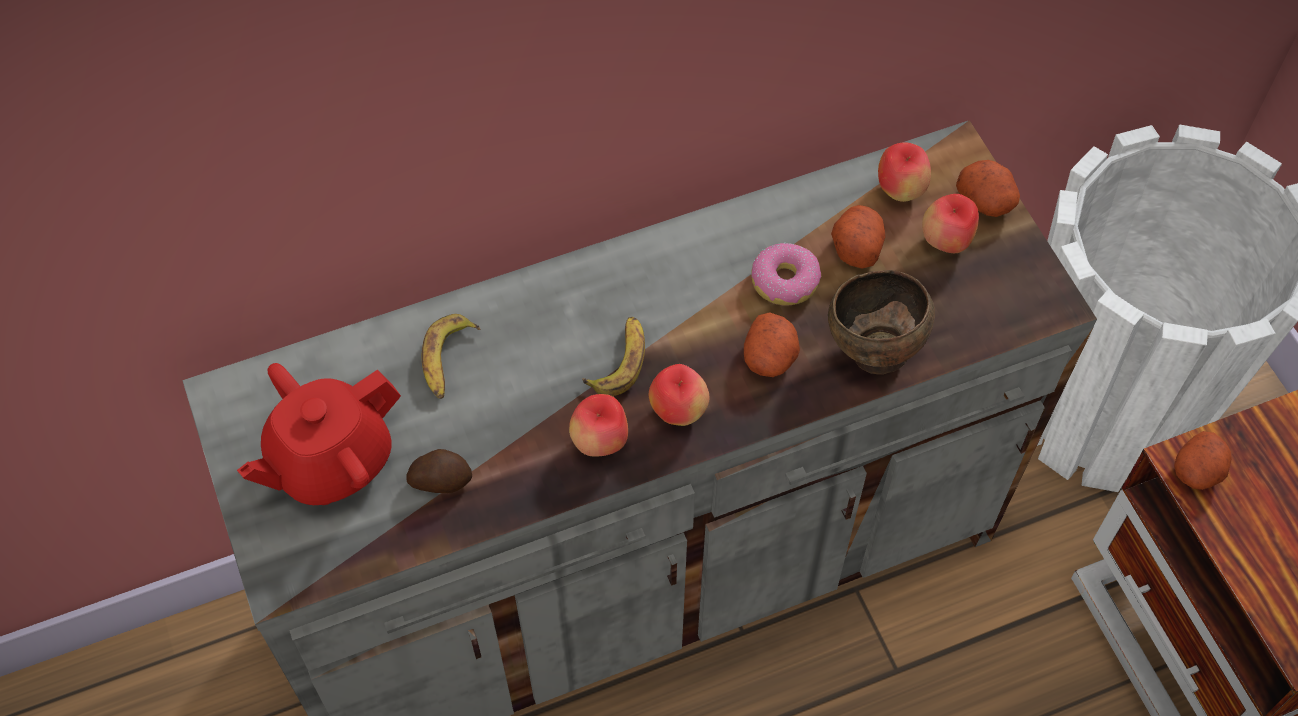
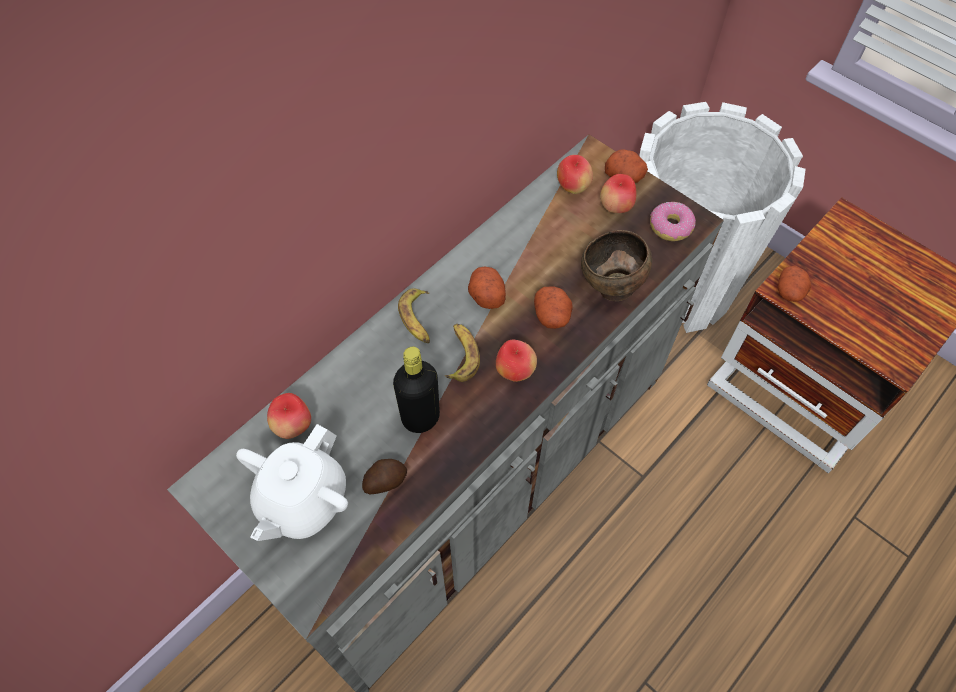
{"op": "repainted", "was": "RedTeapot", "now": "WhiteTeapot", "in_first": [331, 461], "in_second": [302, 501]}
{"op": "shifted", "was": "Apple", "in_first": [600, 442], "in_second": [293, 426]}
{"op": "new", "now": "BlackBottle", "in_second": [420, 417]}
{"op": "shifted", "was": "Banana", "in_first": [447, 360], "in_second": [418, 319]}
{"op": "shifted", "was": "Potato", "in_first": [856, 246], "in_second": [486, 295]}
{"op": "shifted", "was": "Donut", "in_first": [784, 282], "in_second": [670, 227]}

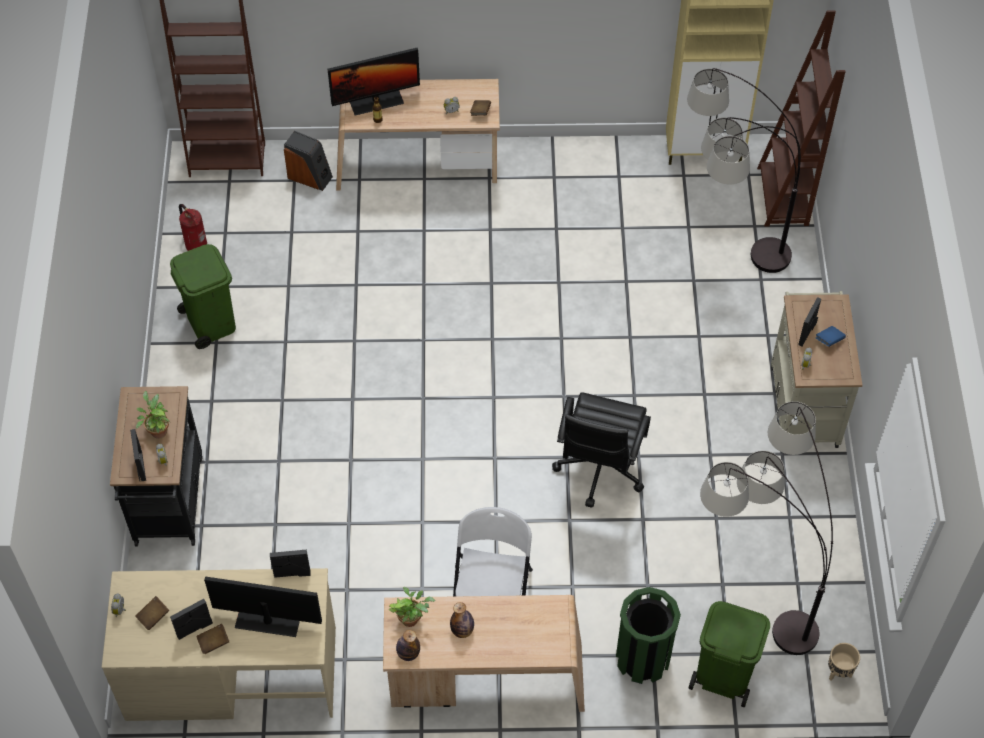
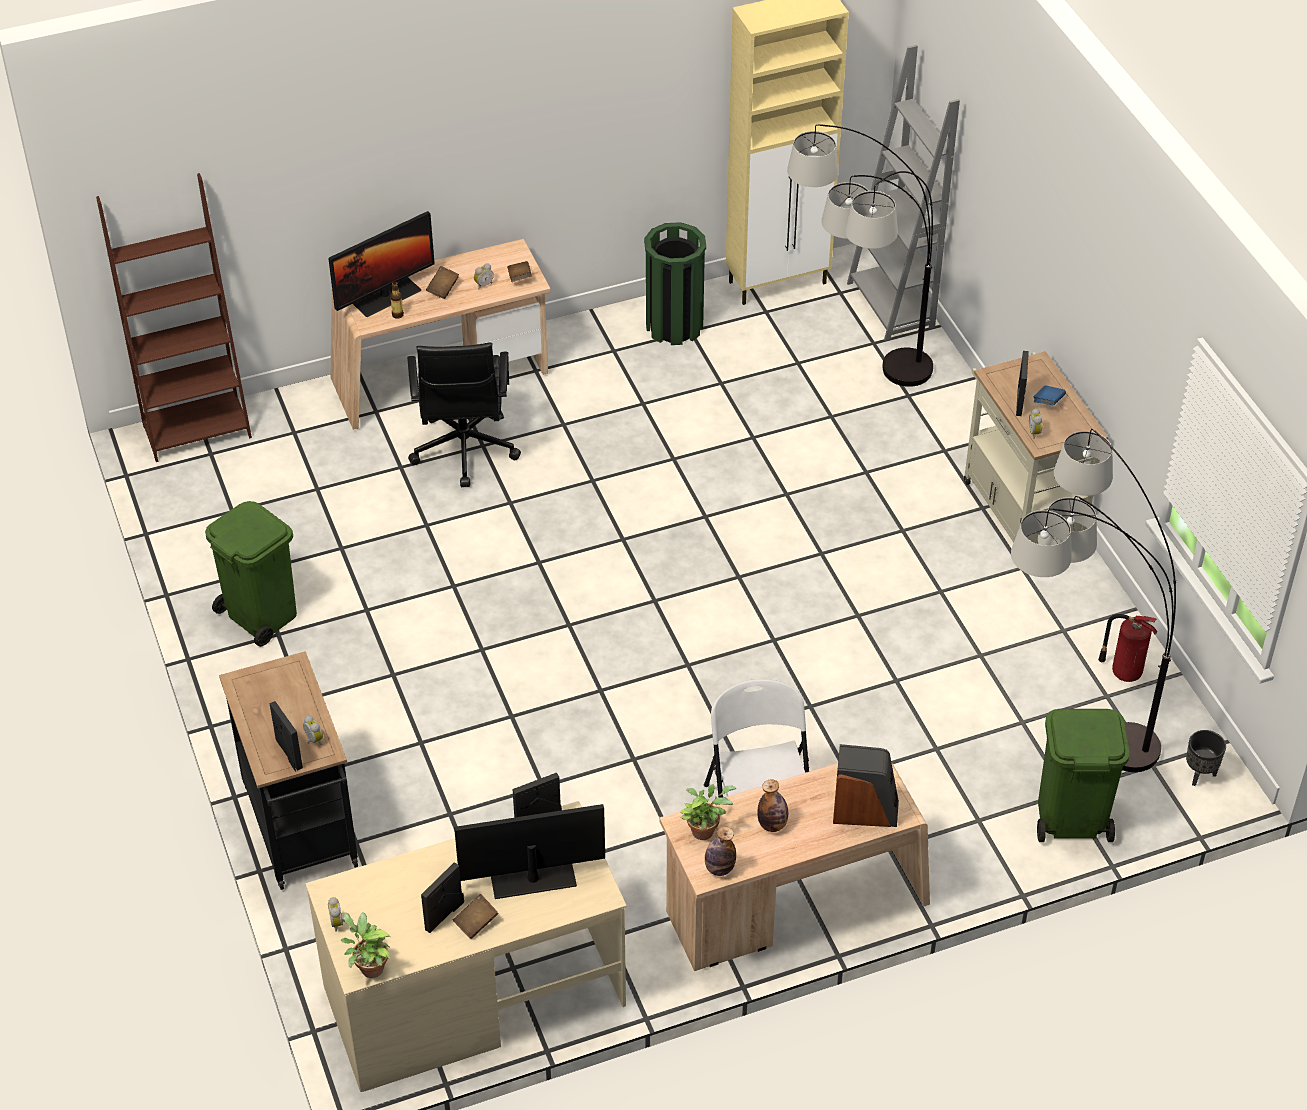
{"op": "shifted", "was": "PottedPlant", "in_first": [157, 430], "in_second": [369, 967]}
{"op": "shifted", "was": "BlackOfficeChair", "in_first": [599, 472], "in_second": [464, 453]}
{"op": "shifted", "was": "BrownBook", "in_first": [153, 616], "in_second": [443, 289]}
{"op": "shifted", "was": "GreenTrashCan", "in_first": [642, 658], "in_second": [674, 326]}
{"op": "shifted", "was": "Speaker", "in_first": [310, 176], "in_second": [865, 810]}
{"op": "repainted", "was": "BrownBookcase", "now": "GreyBookcase", "in_first": [783, 196], "in_second": [891, 305]}
{"op": "shifted", "was": "FireExtinguisher", "in_first": [196, 245], "in_second": [1124, 671]}
{"op": "repainted", "was": "BeigePlanter", "now": "BlackPlanter", "in_first": [838, 672], "in_second": [1199, 775]}

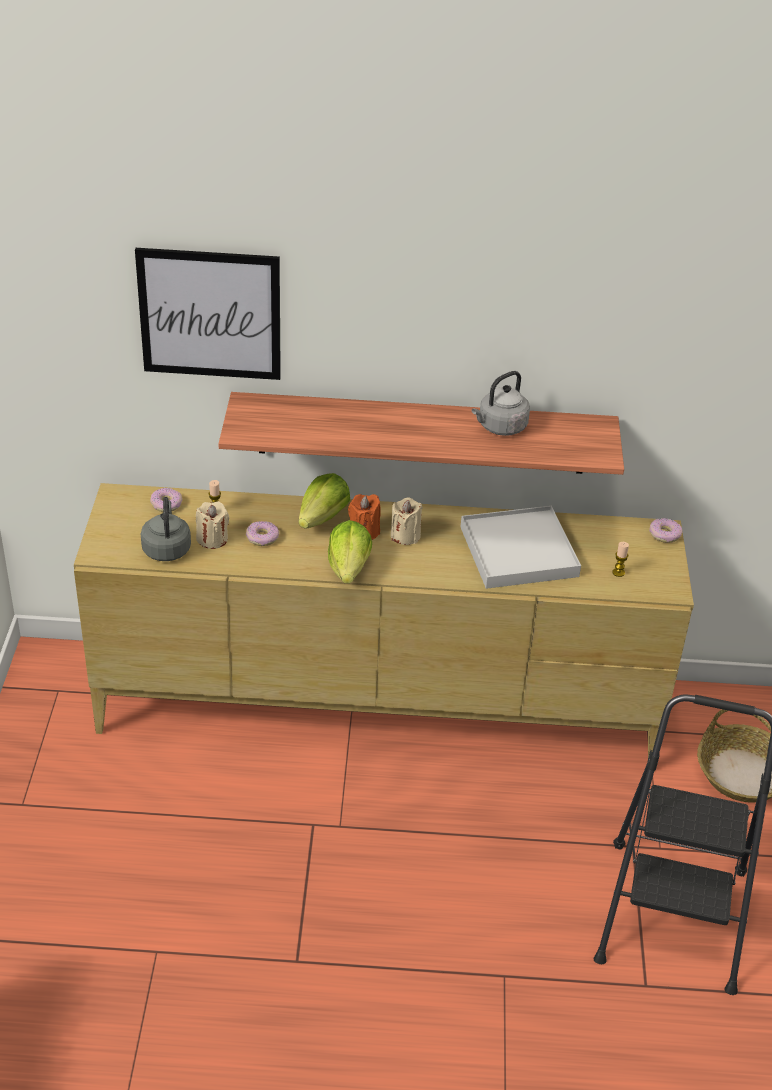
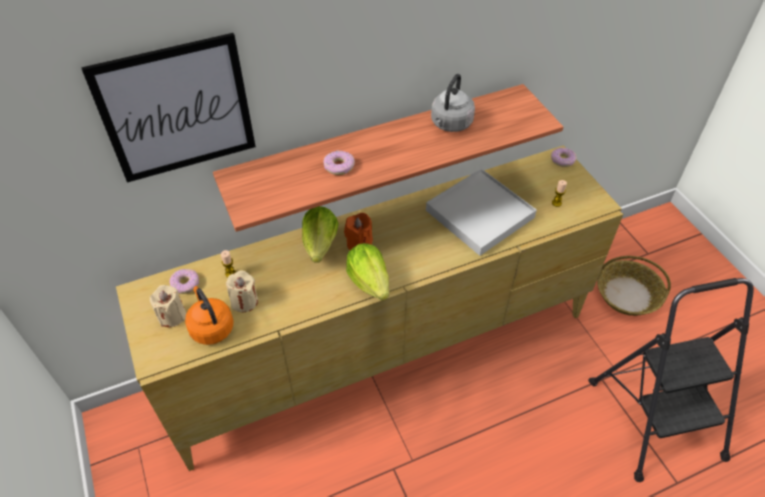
{"op": "shifted", "was": "BeigeCandle", "in_first": [405, 536], "in_second": [172, 316]}
{"op": "repainted", "was": "GreyKettle", "now": "OrangeKettle", "in_first": [166, 548], "in_second": [211, 327]}
{"op": "shifted", "was": "Donut", "in_first": [262, 538], "in_second": [339, 167]}

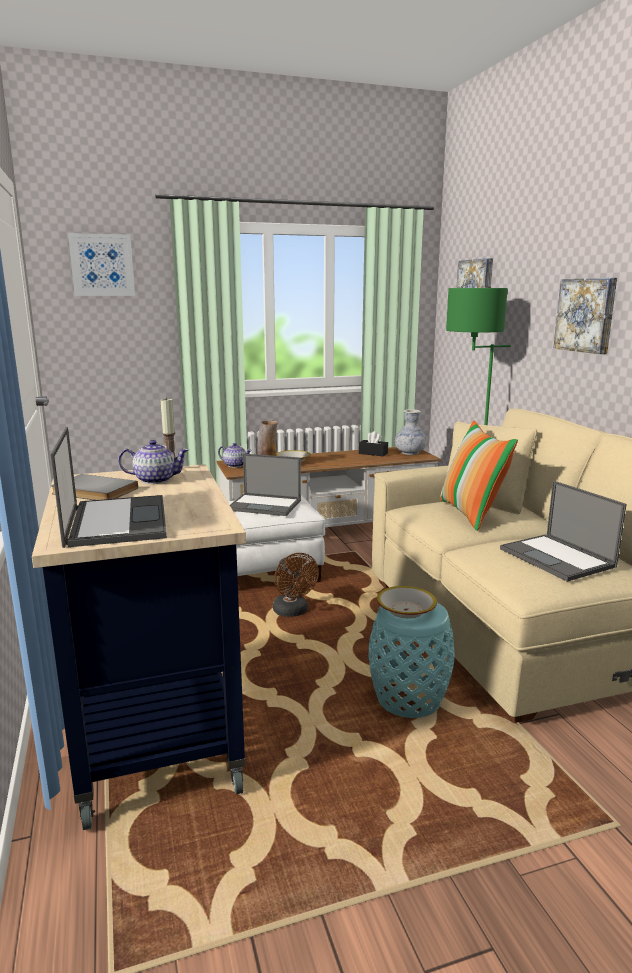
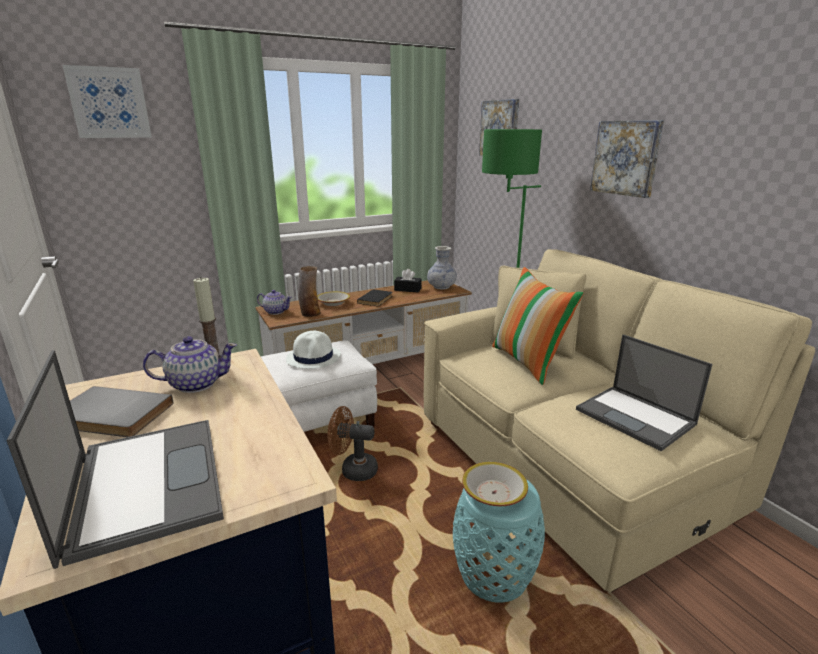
{"op": "swapped", "was": "Laptop", "now": "WhiteHat", "in_first": [265, 505], "in_second": [314, 357]}
{"op": "rotated", "was": "BrownFan", "in_first": [293, 612], "in_second": [353, 470], "clockwise": 135}
{"op": "new", "now": "BlackBook", "in_second": [376, 299]}

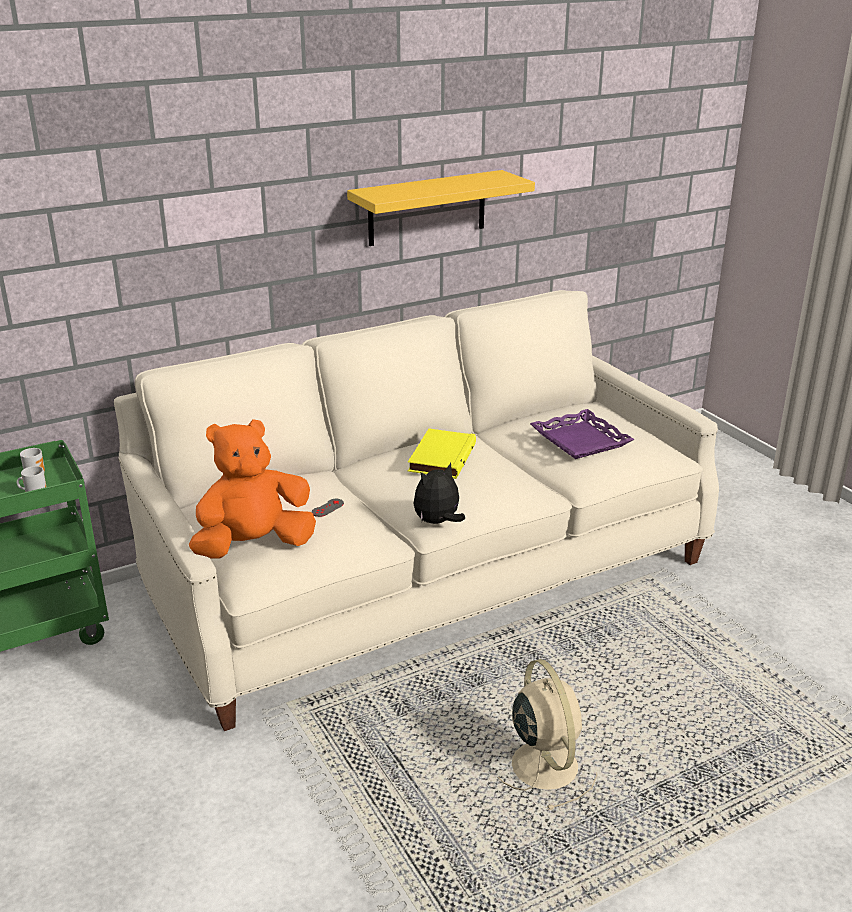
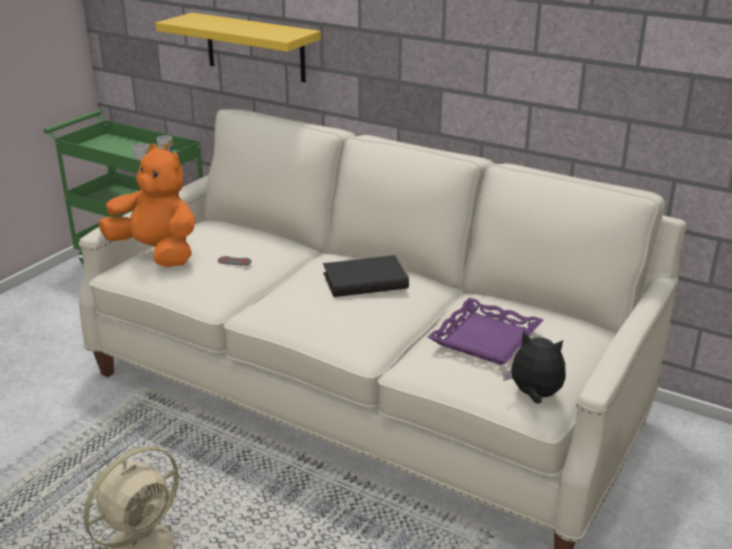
{"op": "shifted", "was": "YellowShelf", "in_first": [427, 208], "in_second": [255, 47]}
{"op": "repainted", "was": "YellowBook", "now": "BlackBook", "in_first": [440, 457], "in_second": [365, 280]}
{"op": "shifted", "was": "PlushToy", "in_first": [438, 522], "in_second": [534, 396]}

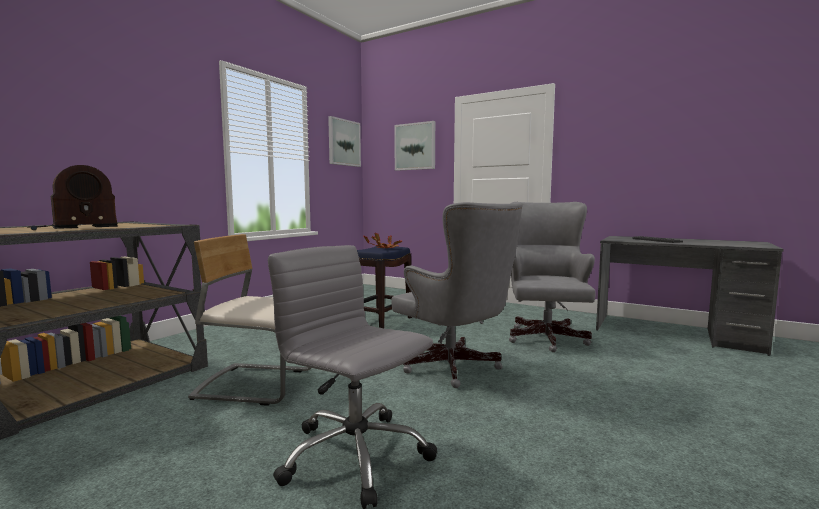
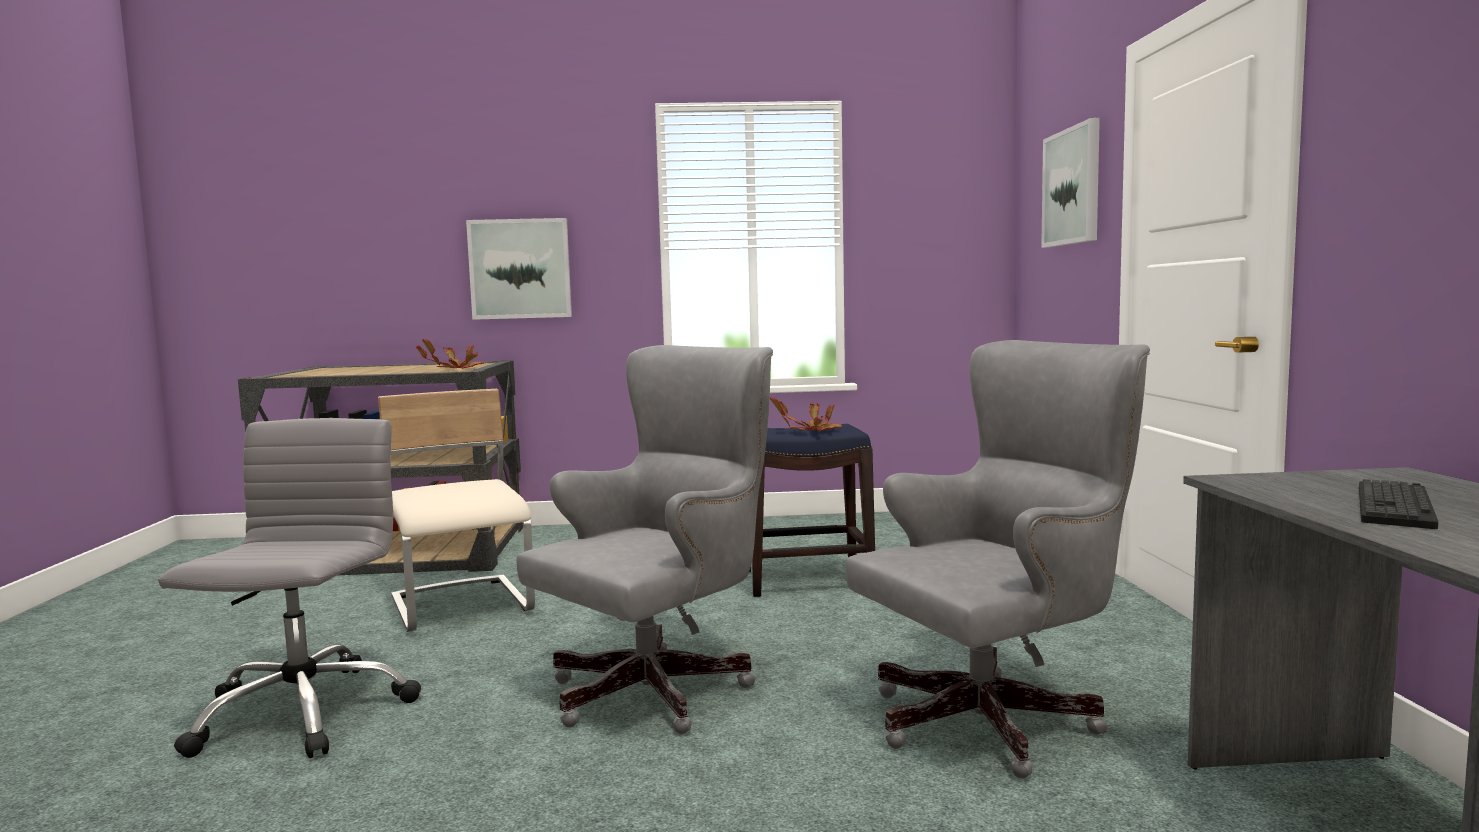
{"op": "new", "now": "PottedPlant", "in_second": [455, 368]}
{"op": "shifted", "was": "Picture", "in_first": [344, 142], "in_second": [520, 269]}
{"op": "rotated", "was": "GreyOfficeChair", "in_first": [455, 369], "in_second": [659, 688], "clockwise": -150}
{"op": "gone", "was": "Radio", "in_first": [73, 228]}

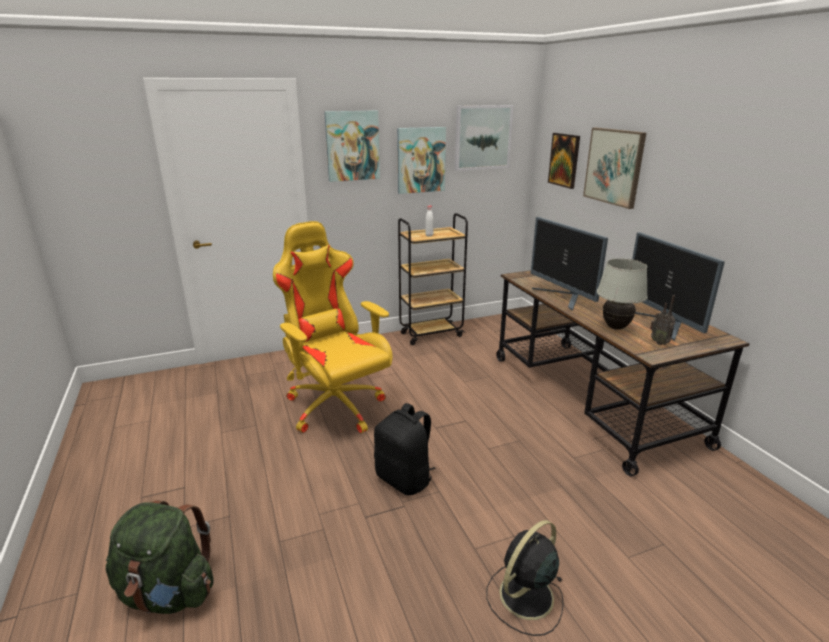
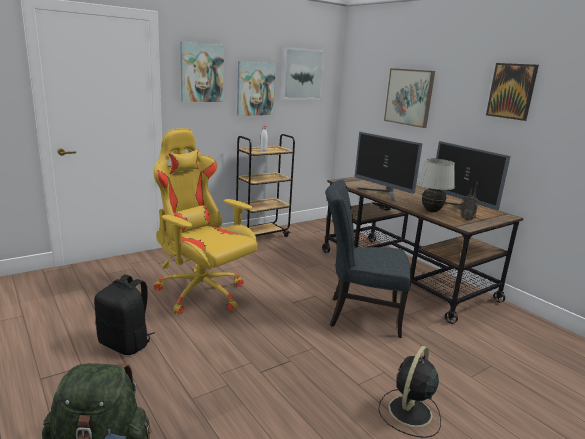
{"op": "shifted", "was": "BlackBackpack", "in_first": [405, 479], "in_second": [126, 344]}
{"op": "new", "now": "GreyChair", "in_second": [359, 315]}
{"op": "shifted", "was": "Picture", "in_first": [564, 160], "in_second": [511, 91]}

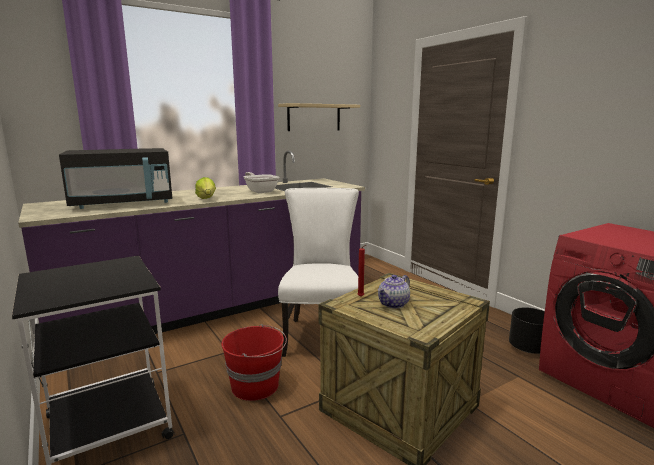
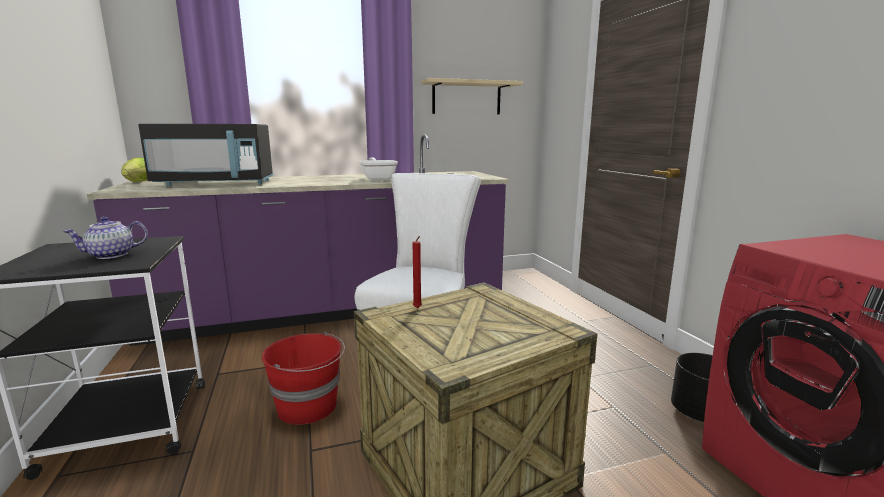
{"op": "shifted", "was": "Teapot", "in_first": [393, 304], "in_second": [111, 255]}
{"op": "shifted", "was": "Lettuce", "in_first": [206, 199], "in_second": [139, 182]}

